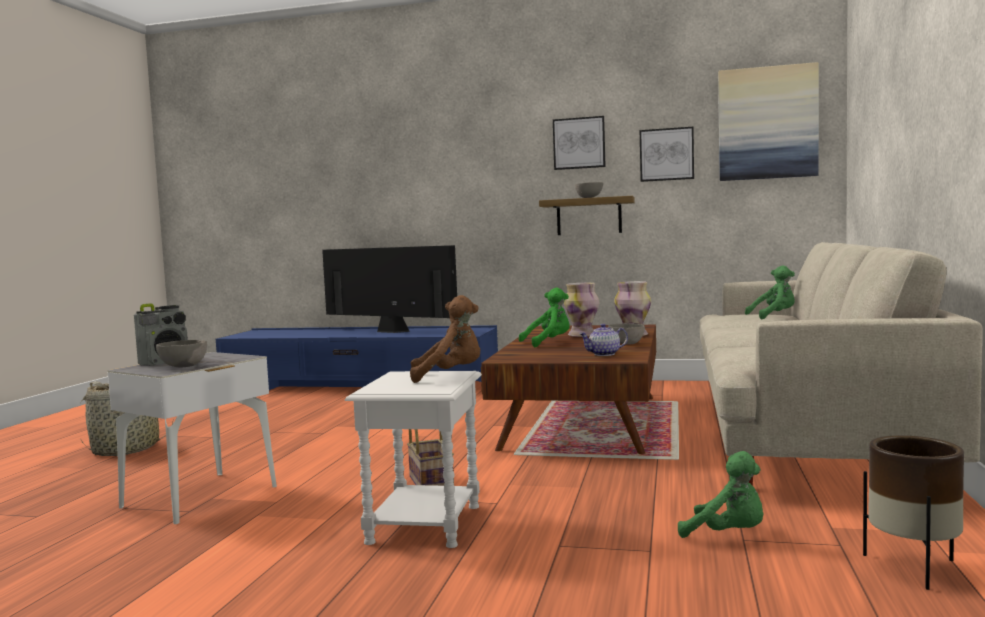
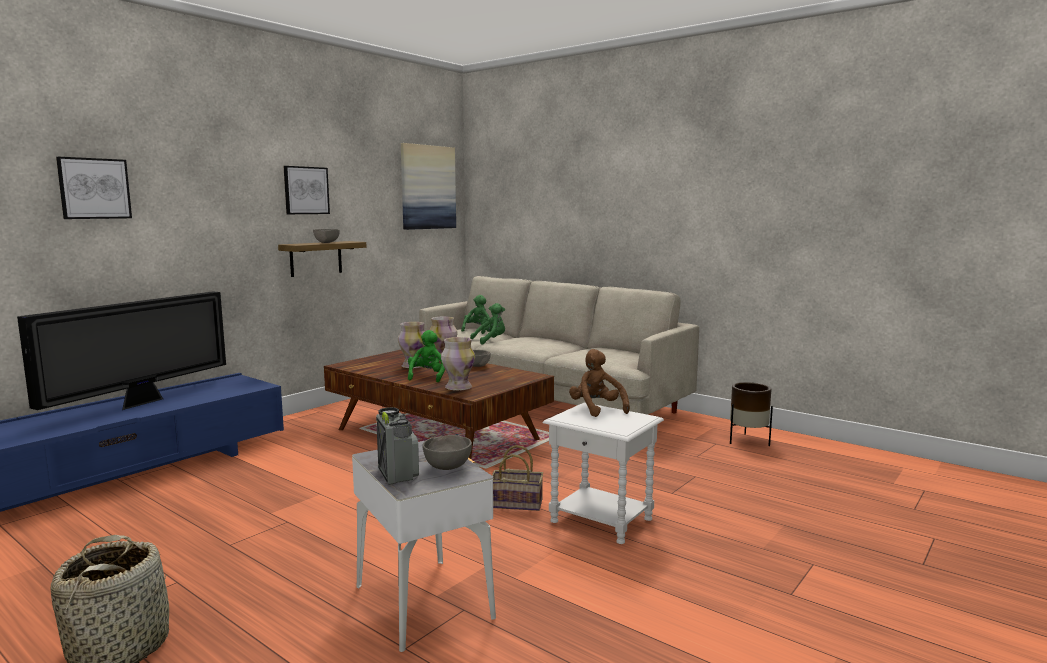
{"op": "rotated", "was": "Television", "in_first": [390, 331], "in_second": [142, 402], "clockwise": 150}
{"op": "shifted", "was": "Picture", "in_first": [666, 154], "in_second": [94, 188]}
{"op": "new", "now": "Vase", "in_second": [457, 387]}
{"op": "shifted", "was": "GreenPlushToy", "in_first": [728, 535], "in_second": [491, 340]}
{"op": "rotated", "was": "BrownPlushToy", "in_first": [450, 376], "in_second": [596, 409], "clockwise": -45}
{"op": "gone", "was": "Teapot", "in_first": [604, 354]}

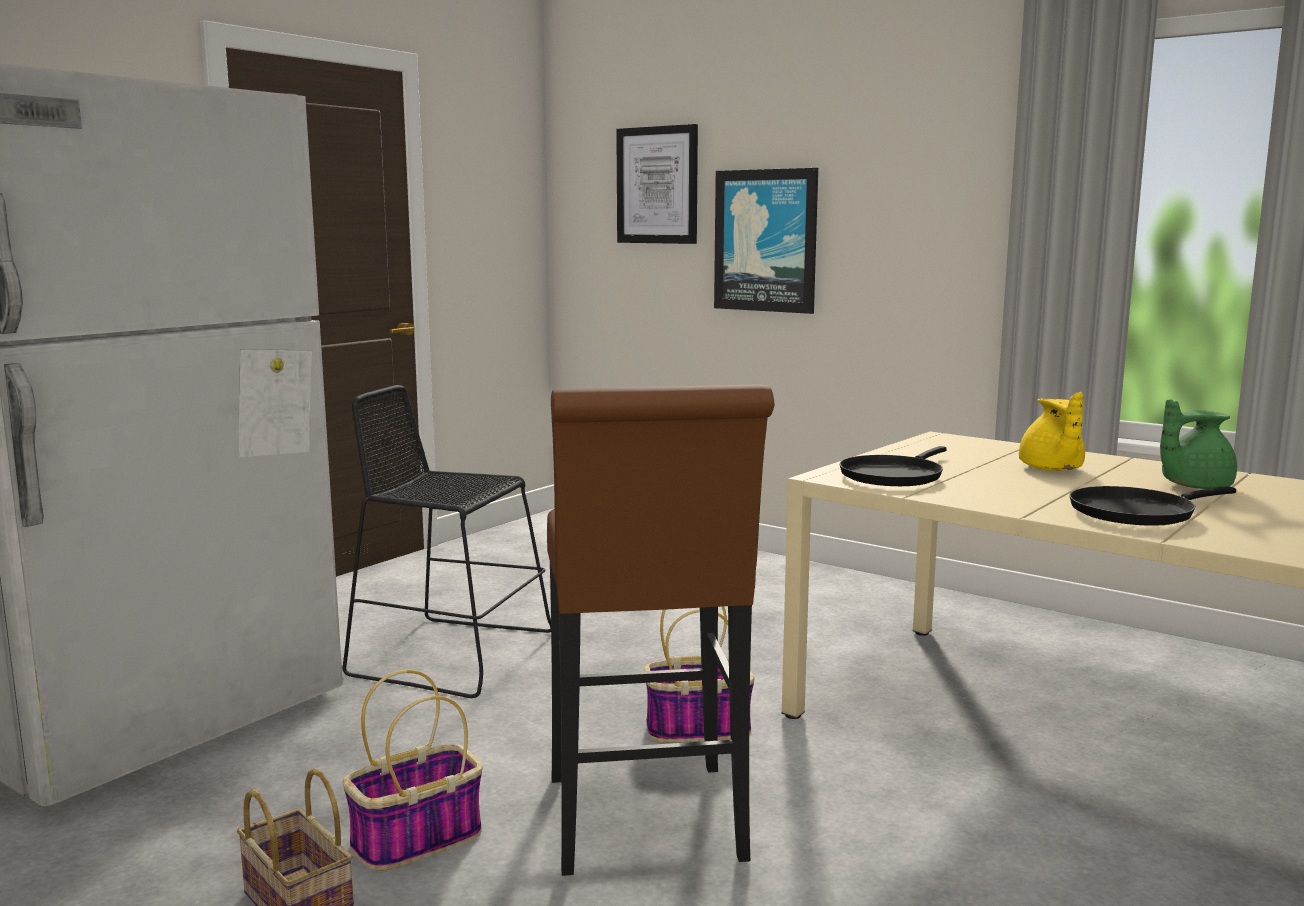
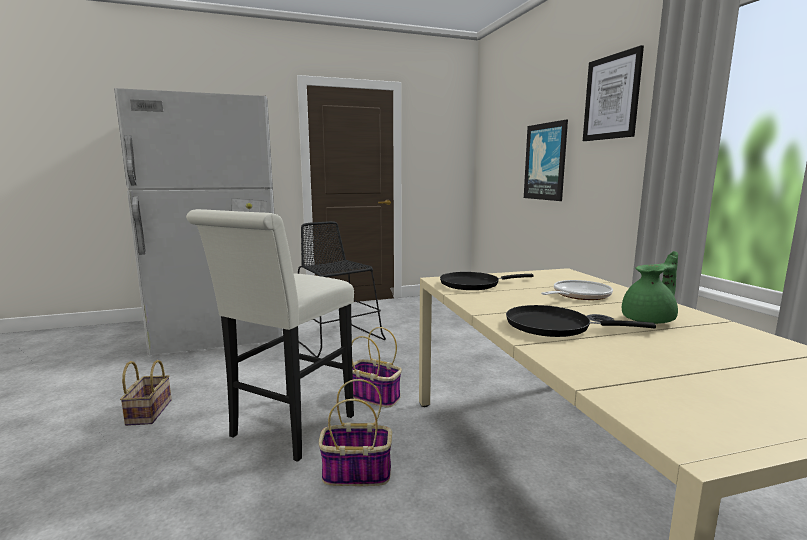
{"op": "repainted", "was": "BrownStool", "now": "WhiteStool", "in_first": [647, 827], "in_second": [287, 430]}
{"op": "shifted", "was": "Basket", "in_first": [416, 840], "in_second": [355, 473]}
{"op": "swapped", "was": "YellowTeapot", "now": "FryingPan", "in_first": [1051, 469], "in_second": [578, 295]}
{"op": "shifted", "was": "Picture", "in_first": [657, 185], "in_second": [611, 97]}
{"op": "rotated", "was": "GreenTeapot", "in_first": [1193, 486], "in_second": [650, 320], "clockwise": 135}

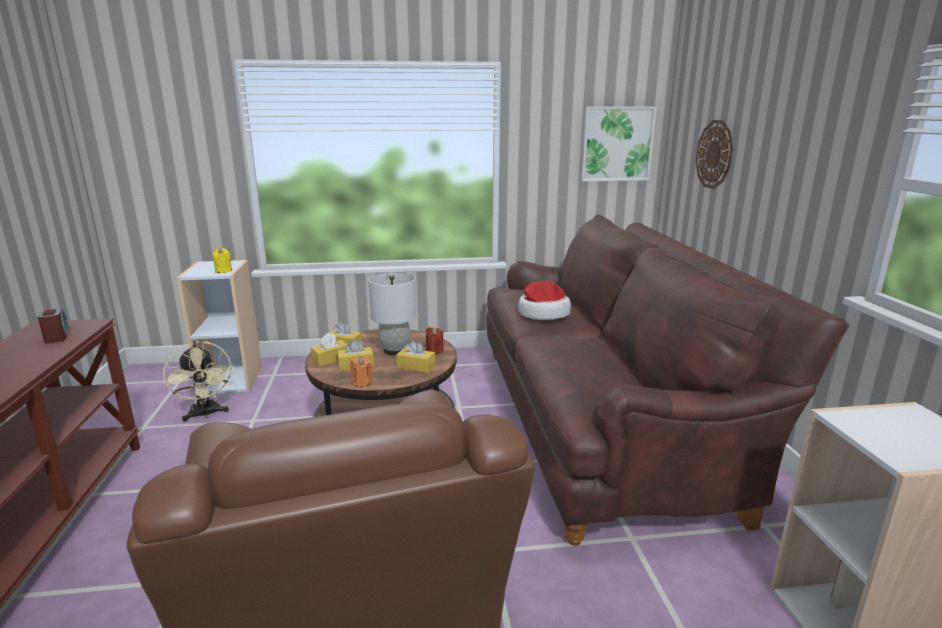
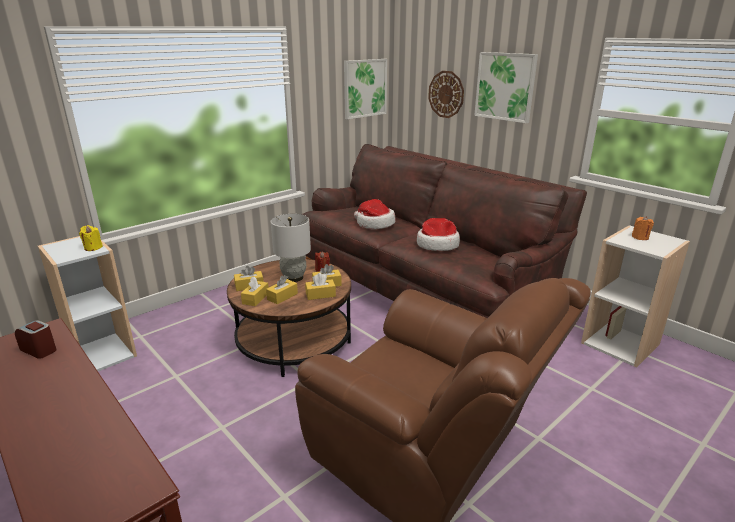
{"op": "new", "now": "YellowTissueBox", "in_second": [320, 295]}
{"op": "new", "now": "Hat", "in_second": [437, 245]}
{"op": "new", "now": "Picture", "in_second": [505, 86]}
{"op": "shifted", "was": "OrangeCandle", "in_first": [362, 382], "in_second": [640, 237]}
{"op": "gone", "was": "BeigeFan", "in_first": [205, 414]}

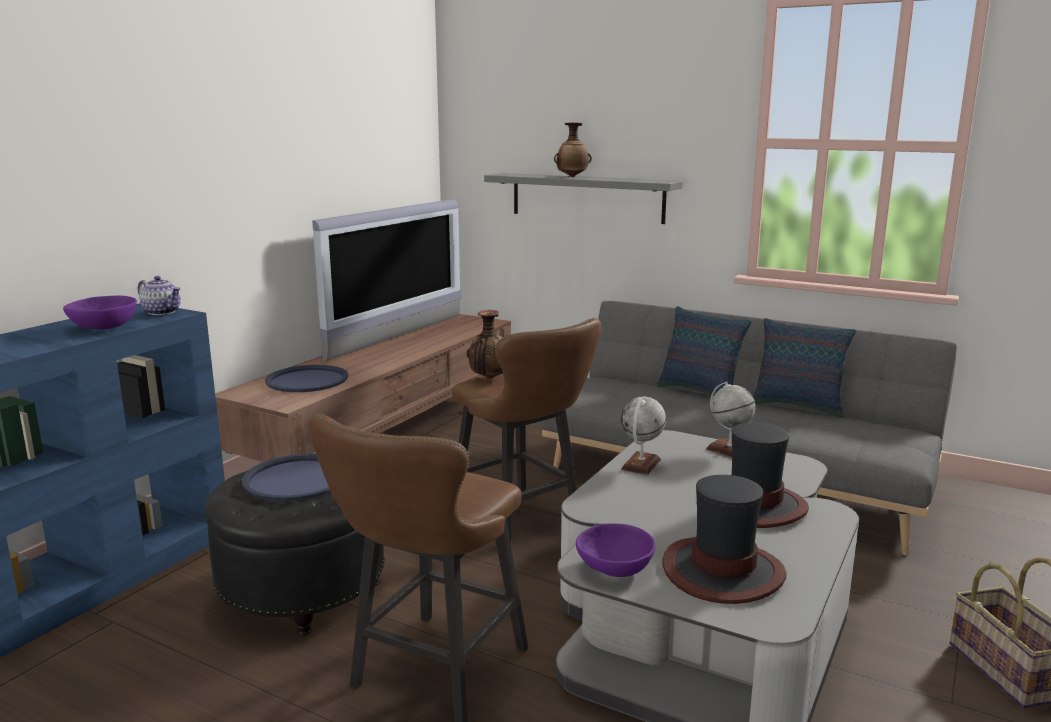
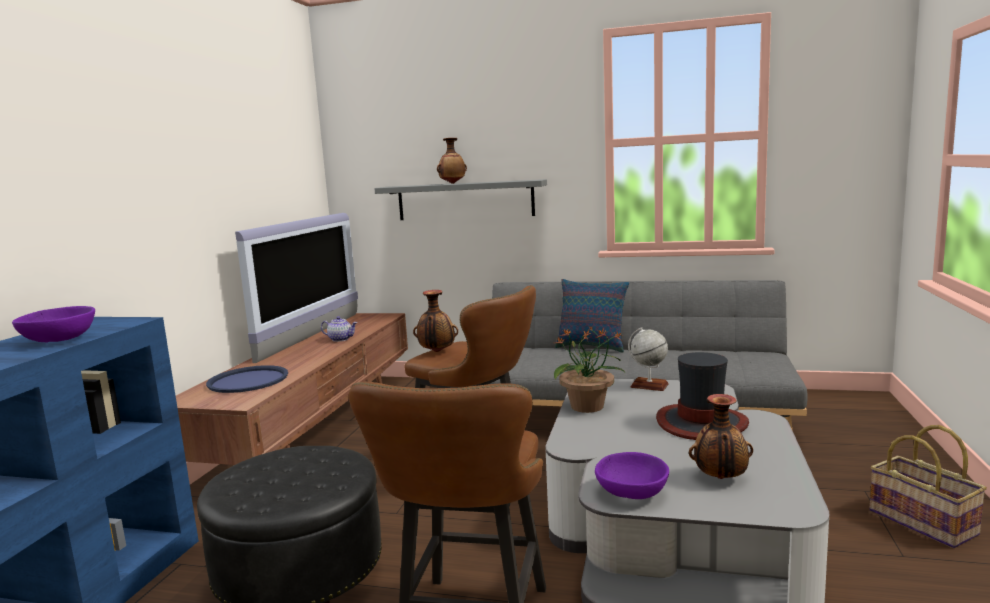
{"op": "shifted", "was": "Teapot", "in_first": [162, 312], "in_second": [341, 339]}
{"op": "swapped", "was": "Globe", "now": "PottedPlant", "in_first": [641, 464], "in_second": [588, 407]}
{"op": "swapped", "was": "Hat", "now": "Vase", "in_first": [722, 571], "in_second": [720, 478]}
{"op": "gone", "was": "BlueTray", "in_first": [297, 479]}
{"op": "gone", "was": "BluePillow", "in_first": [797, 407]}

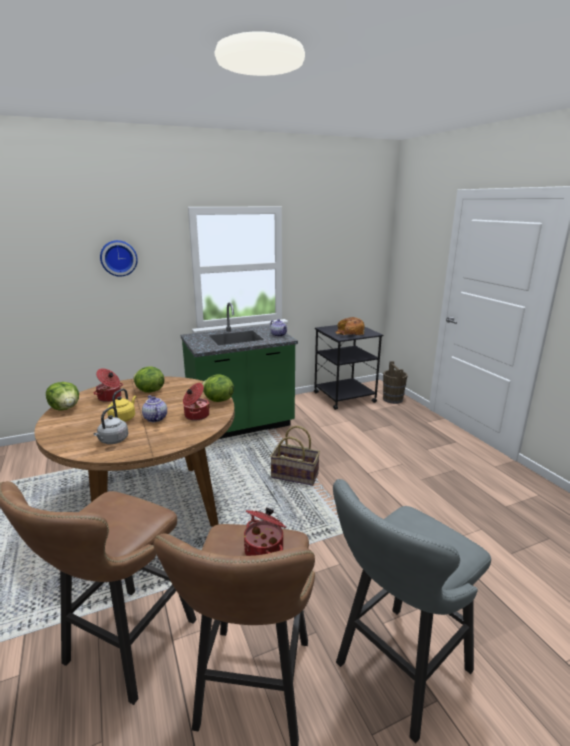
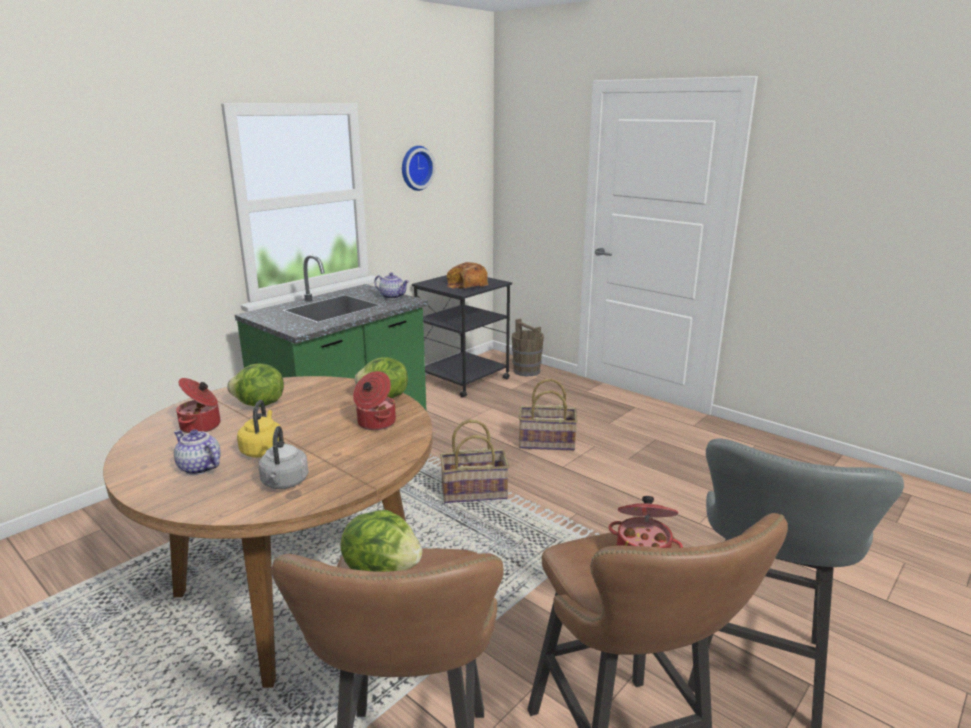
{"op": "shifted", "was": "Teapot", "in_first": [154, 418], "in_second": [198, 468]}
{"op": "shifted", "was": "Lettuce", "in_first": [66, 408], "in_second": [382, 569]}
{"op": "shifted", "was": "WallClock", "in_first": [118, 258], "in_second": [415, 168]}
{"op": "new", "now": "Basket", "in_second": [546, 443]}

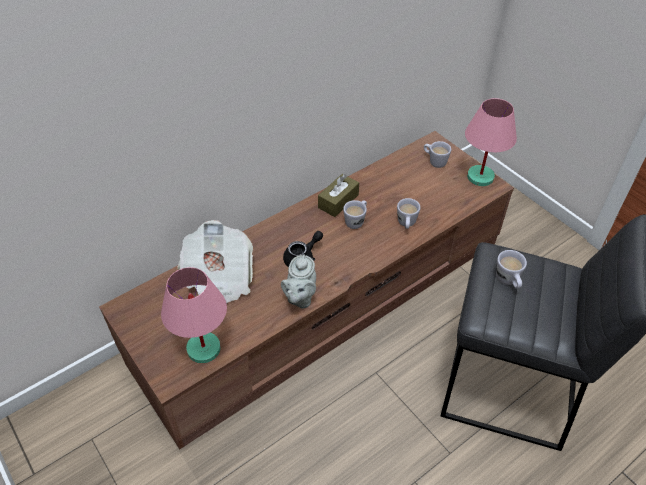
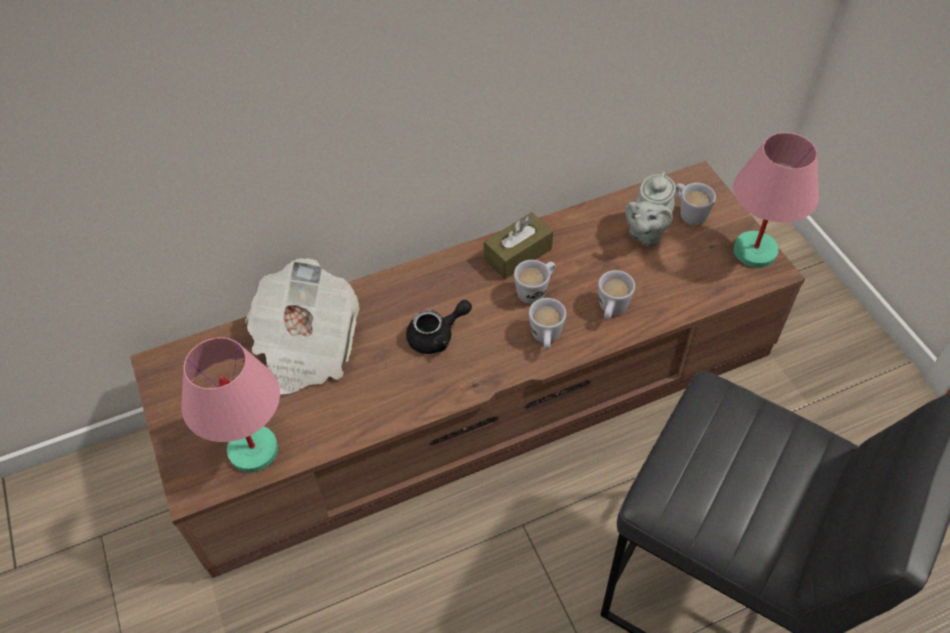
{"op": "shifted", "was": "WhiteMug", "in_first": [508, 282], "in_second": [545, 339]}
{"op": "shifted", "was": "GreyTeapot", "in_first": [300, 297], "in_second": [646, 232]}

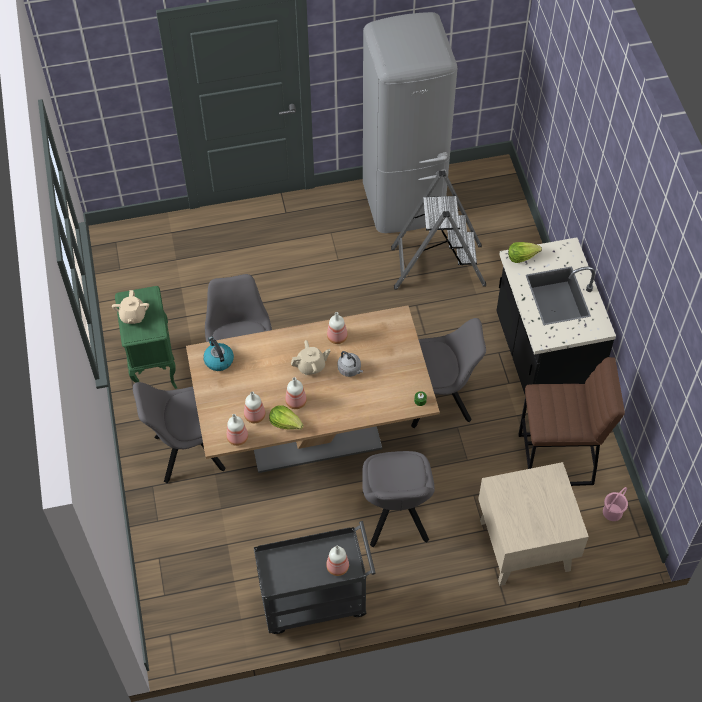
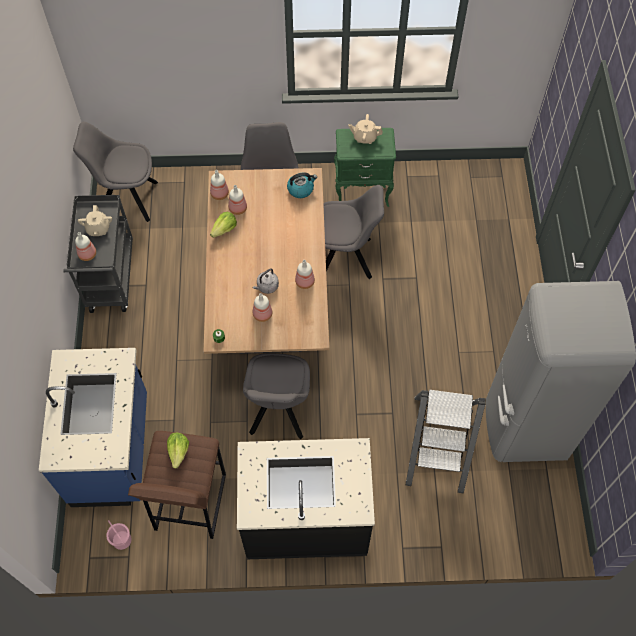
{"op": "swapped", "was": "BeigeNightstand", "now": "BlueCounter", "in_first": [523, 545], "in_second": [113, 450]}
{"op": "shifted", "was": "GreyChair", "in_first": [396, 516], "in_second": [128, 199]}
{"op": "shifted", "was": "BeigeTeapot", "in_first": [311, 366], "in_second": [98, 229]}
{"op": "shifted", "was": "Lettuce", "in_first": [522, 256], "in_second": [178, 452]}
{"op": "shifted", "was": "Bottle", "in_first": [296, 402], "in_second": [262, 314]}

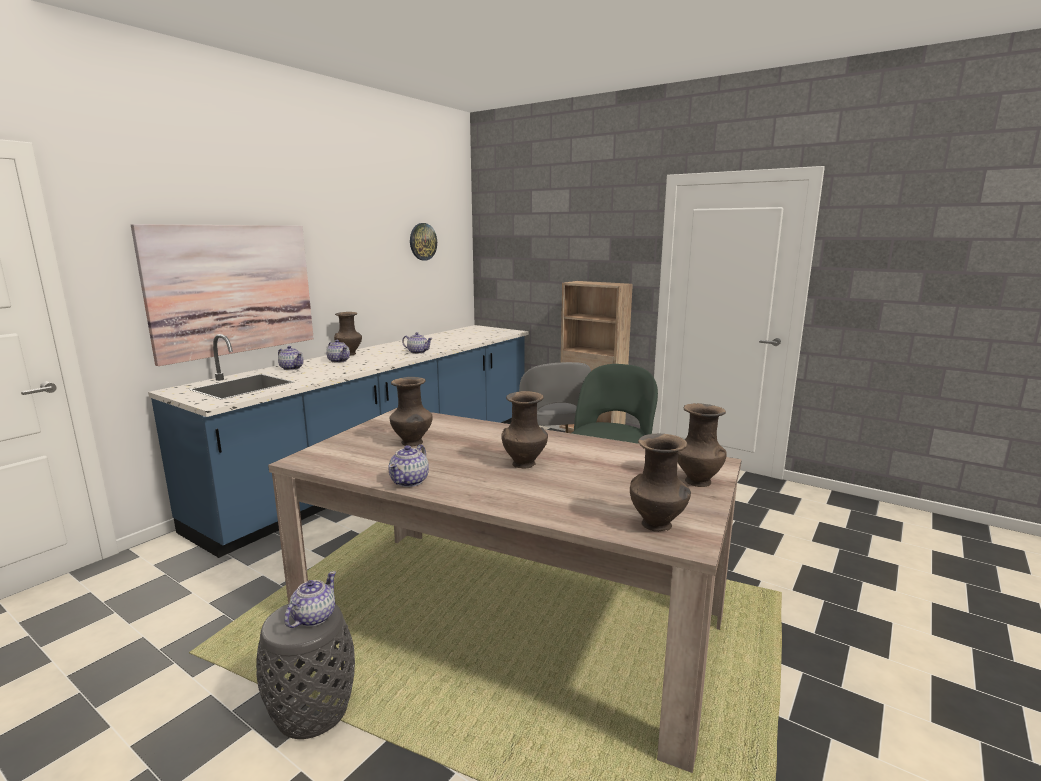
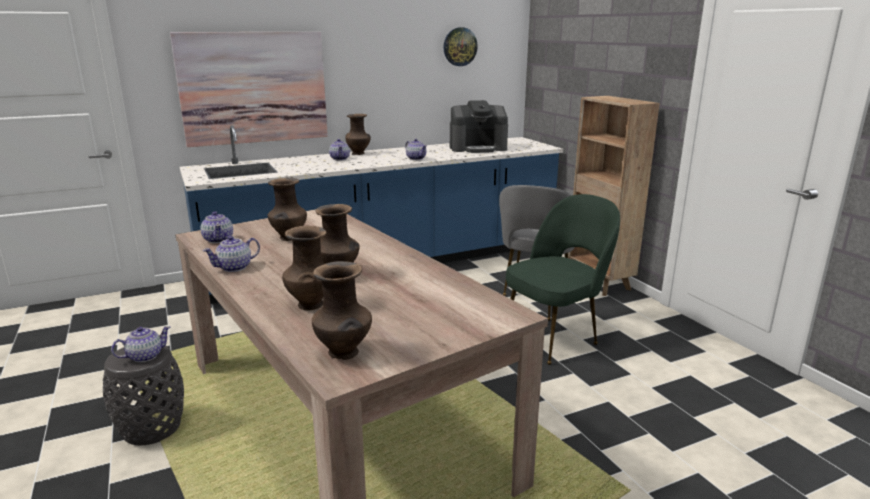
{"op": "shifted", "was": "Teapot", "in_first": [291, 368], "in_second": [218, 239]}
{"op": "shifted", "was": "BrownVase", "in_first": [696, 481], "in_second": [310, 304]}
{"op": "new", "now": "CoffeeMachine", "in_second": [478, 148]}

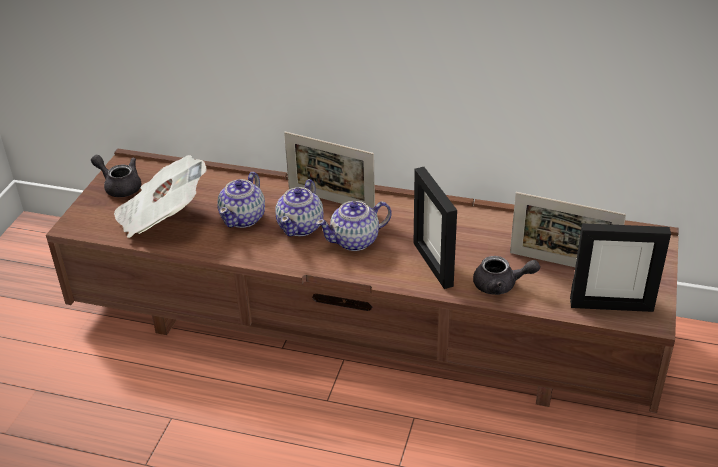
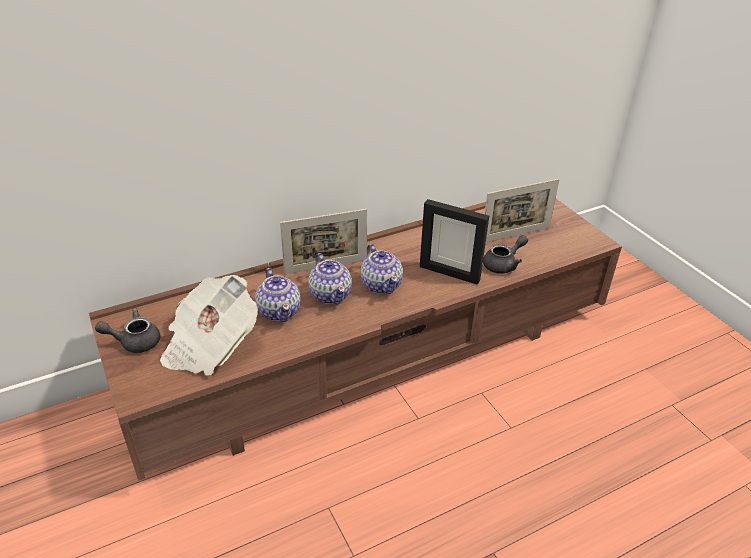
{"op": "rotated", "was": "Teapot", "in_first": [355, 241], "in_second": [381, 284], "clockwise": -45}
{"op": "gone", "was": "PictureFrame", "in_first": [611, 305]}

